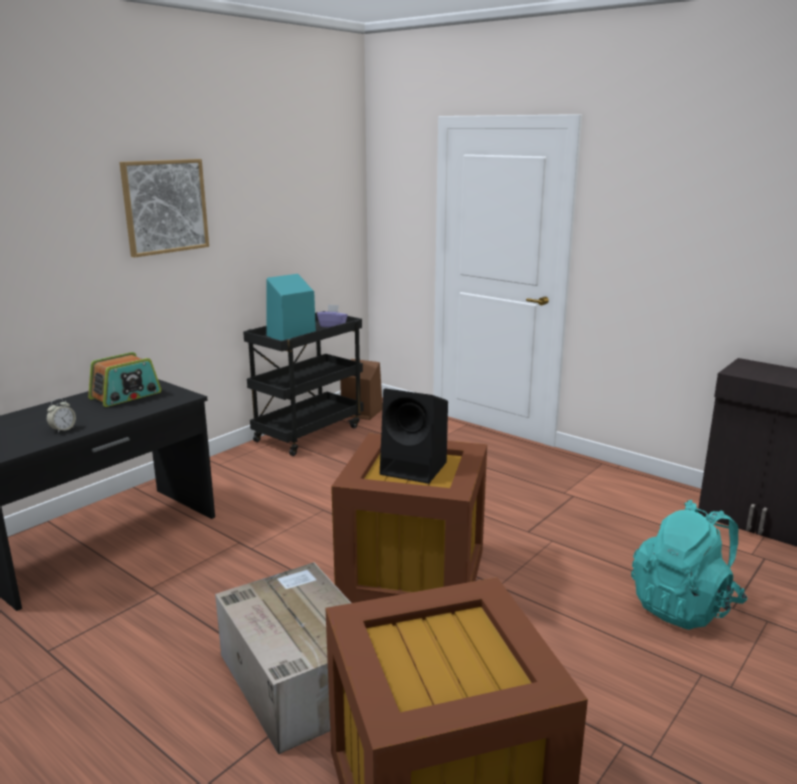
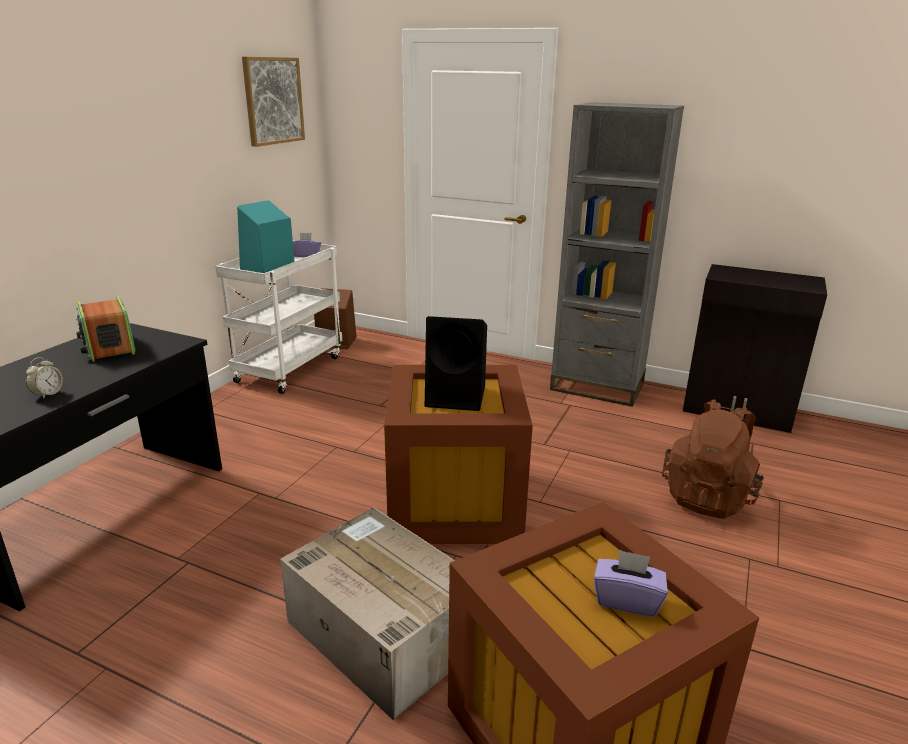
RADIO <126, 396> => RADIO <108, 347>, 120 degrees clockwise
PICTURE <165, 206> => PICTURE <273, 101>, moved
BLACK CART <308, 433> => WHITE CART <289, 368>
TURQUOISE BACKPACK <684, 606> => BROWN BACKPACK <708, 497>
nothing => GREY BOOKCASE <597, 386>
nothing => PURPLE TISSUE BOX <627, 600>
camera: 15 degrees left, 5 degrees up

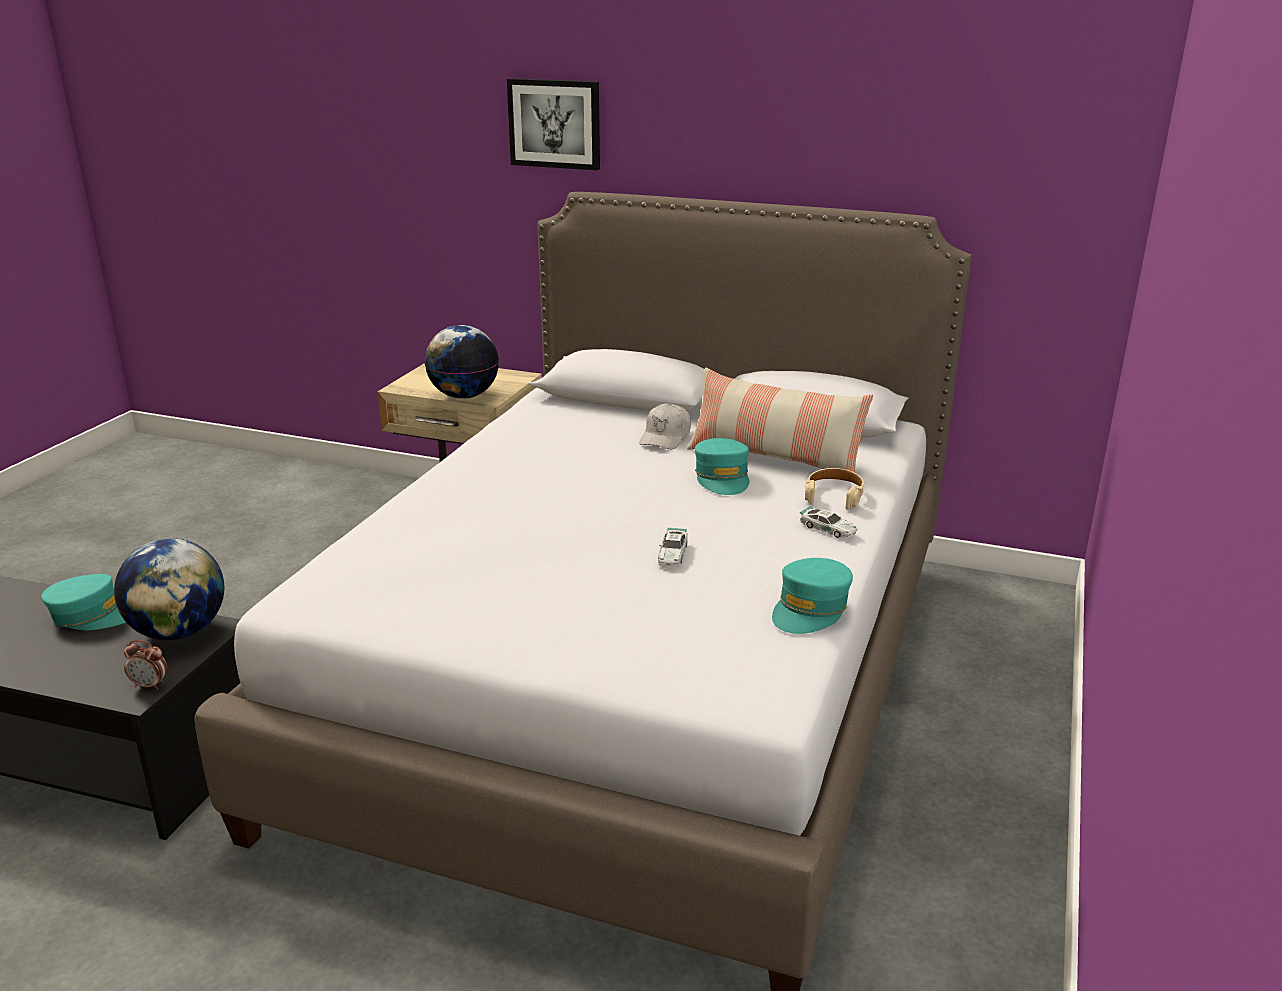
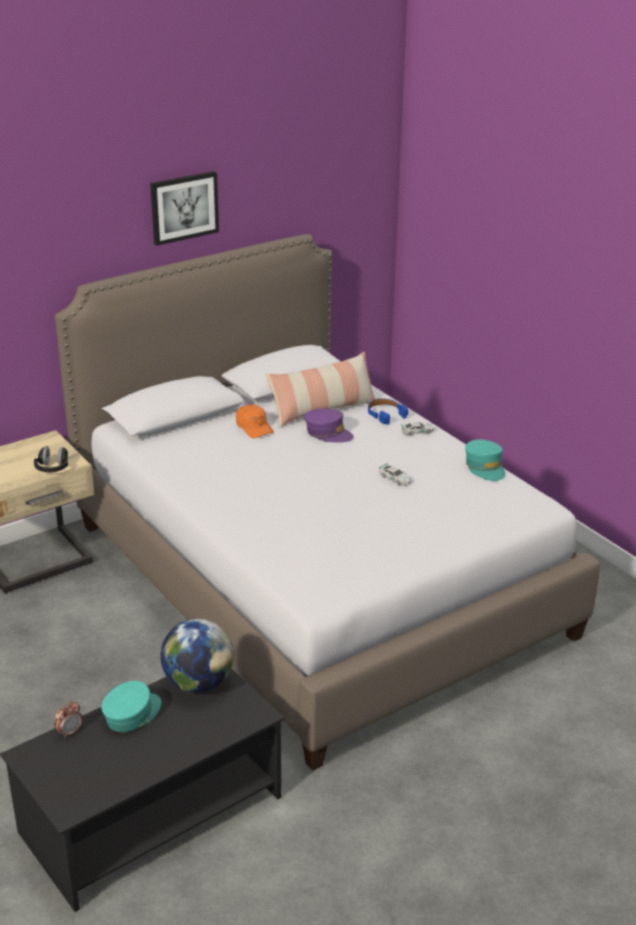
ALARM CLOCK <150, 685> => ALARM CLOCK <70, 732>, moved
GLOBE <464, 396> => BLACK HEADPHONES <53, 469>
PICTURE <555, 123> => PICTURE <184, 207>, moved
WHITE CAP <665, 437> => ORANGE CAP <254, 427>
TURQUOISE CAP <722, 478> => PURPLE CAP <328, 433>
BEIGE HEADPHONES <834, 495> => BLUE HEADPHONES <385, 415>
camera: 55 degrees left, 5 degrees up

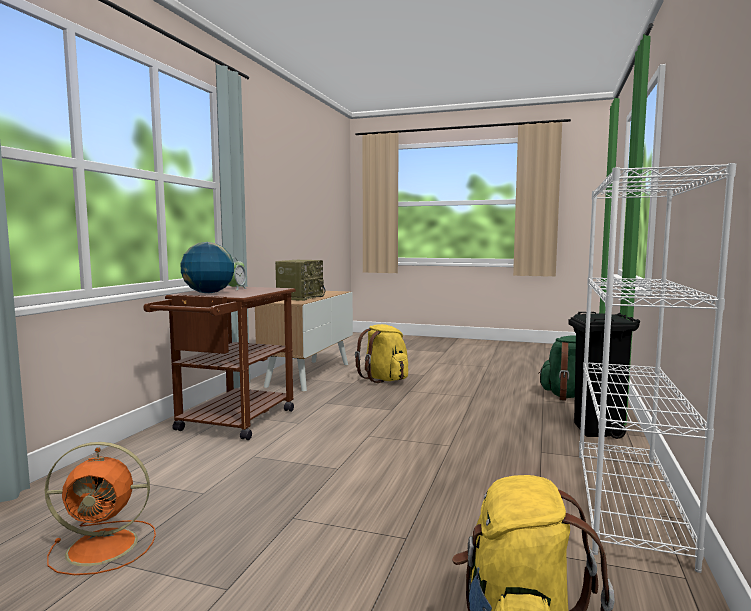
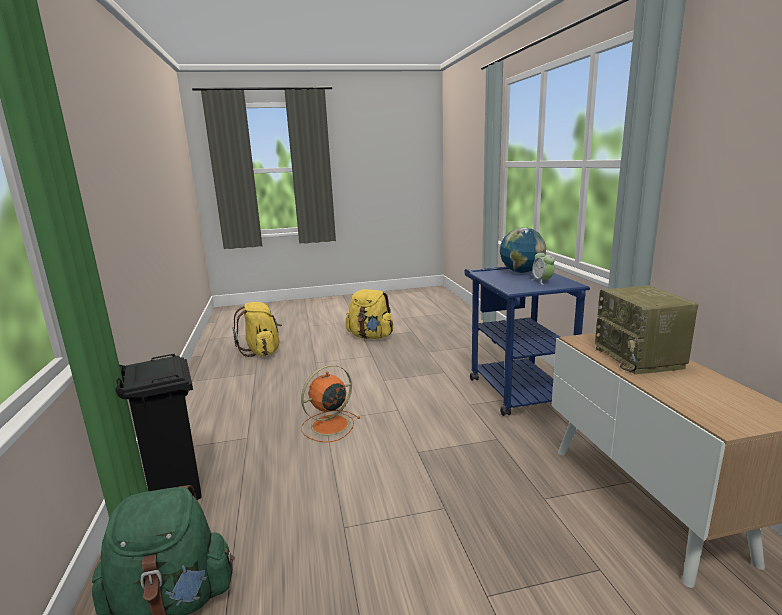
ORANGE FAN <105, 546> => ORANGE FAN <328, 426>, moved
BROWN CART <231, 423> => BLUE CART <514, 387>
YELLOW BACKPACK <384, 379> => YELLOW BACKPACK <371, 336>, moved
WHITE BOOKCASE <628, 503> => nothing
camera: 150 degrees right, 10 degrees up

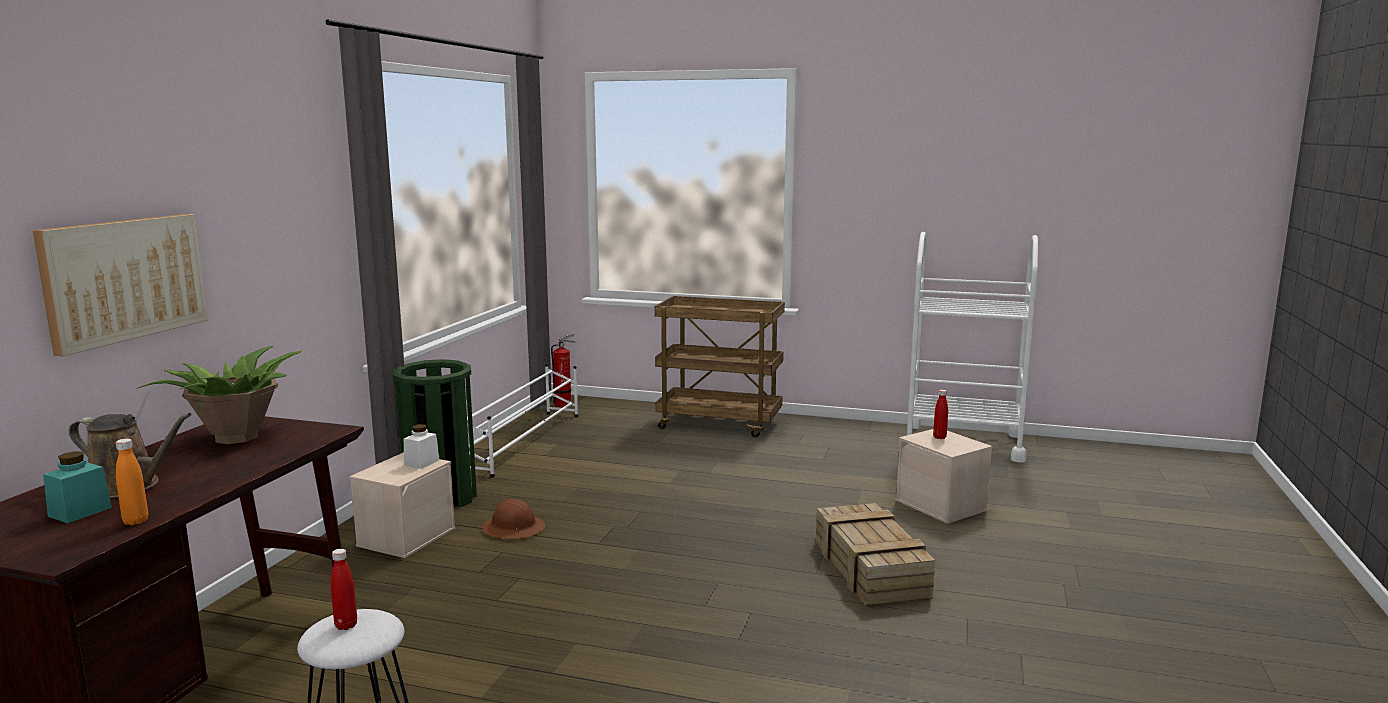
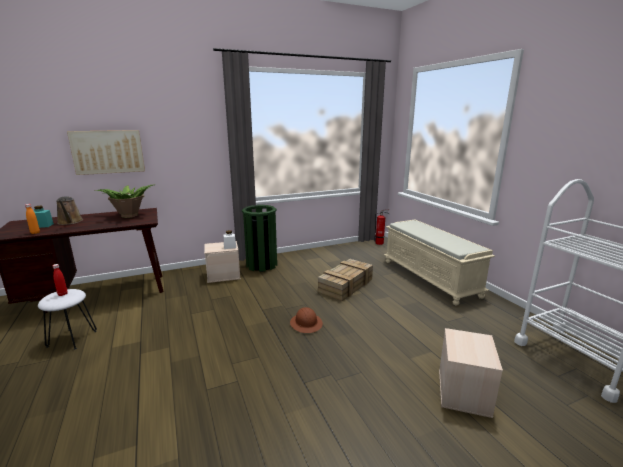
WHITE SHOE RACK <524, 442> => nothing
BROWN HARD HAT <514, 528> => BROWN HARD HAT <306, 324>, moved
BROWN CART <720, 424> => BEIGE BENCH <430, 278>
CRATE <868, 568> => CRATE <346, 285>, moved
RED BOTTLE <939, 437> => nothing
camera: 50 degrees right, 5 degrees up

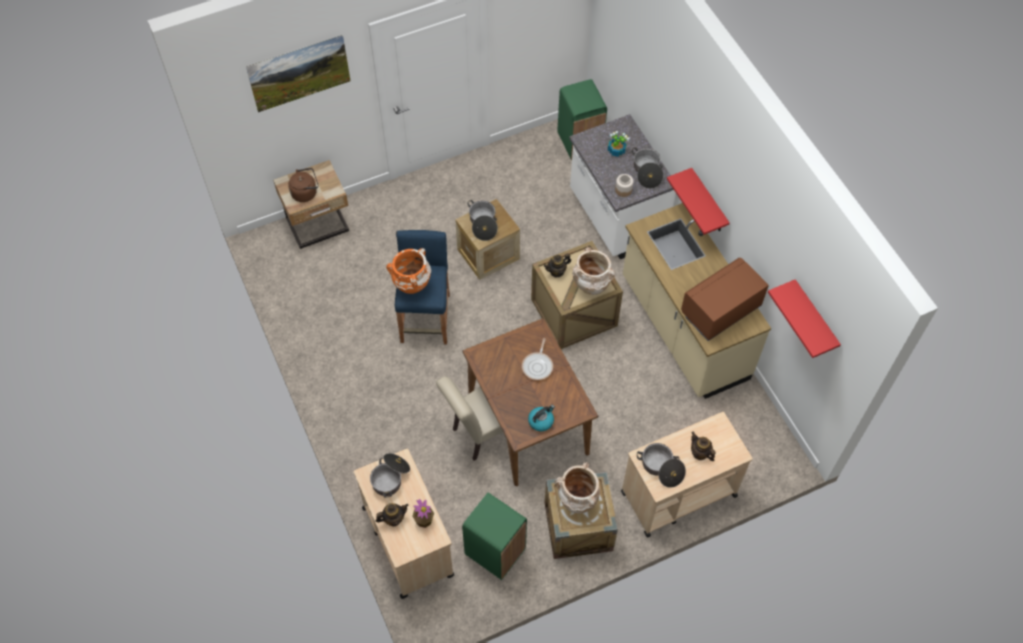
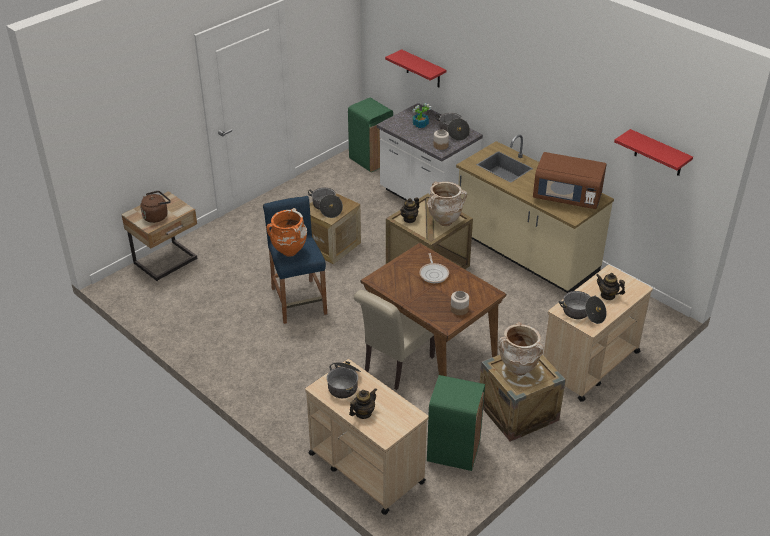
PICTURE <302, 85> => nothing
POTTED PLANT <424, 520> => nothing
KETTLE <541, 421> => JAR <459, 309>
RED SHELF <708, 203> => RED SHELF <423, 69>, moved
BROWN MICROWAVE <721, 310> => BROWN MICROWAVE <567, 197>, 105 degrees counterclockwise
camera: 20 degrees left, 20 degrees down

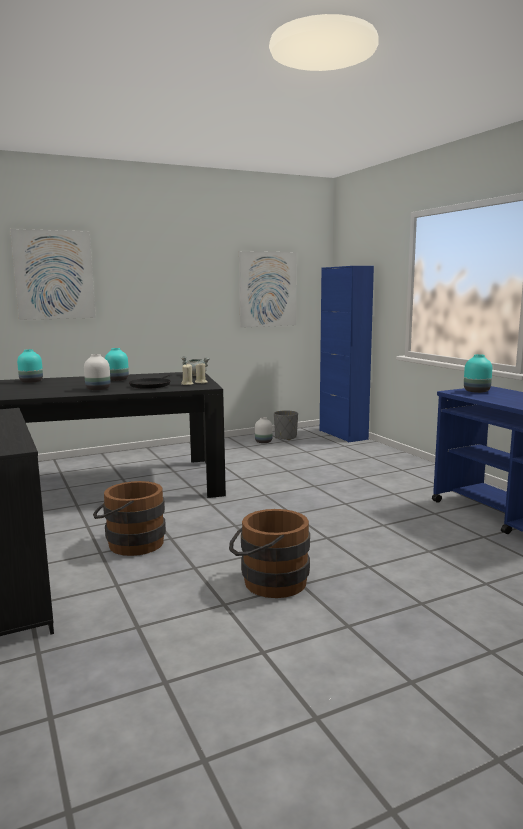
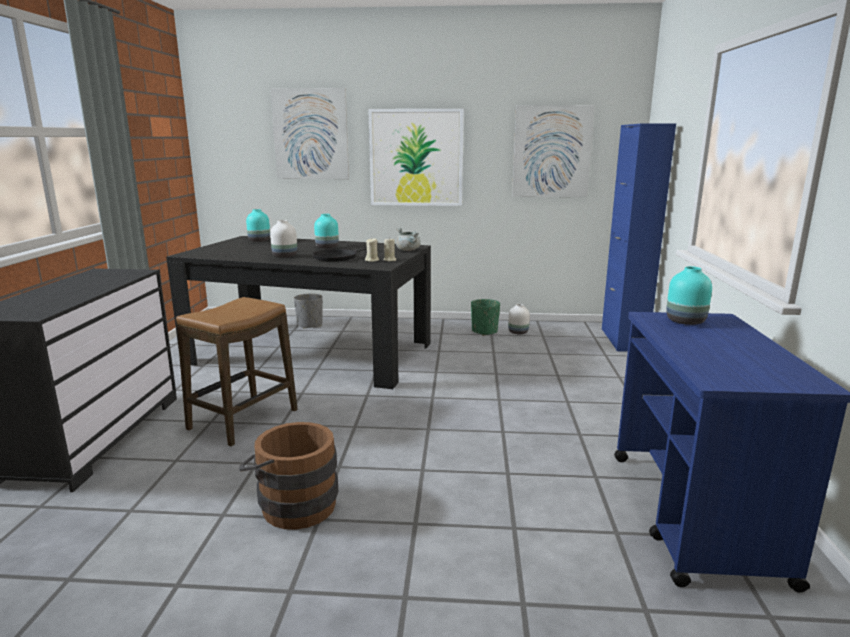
BROWN BUCKET <130, 544> => STOOL <243, 419>
GREY PLANTER <286, 437> => GREY PLANTER <310, 325>, moved
nothing => PICTURE <416, 158>
nothing => GREEN PLANTER <484, 331>
camera: 30 degrees right, 5 degrees up

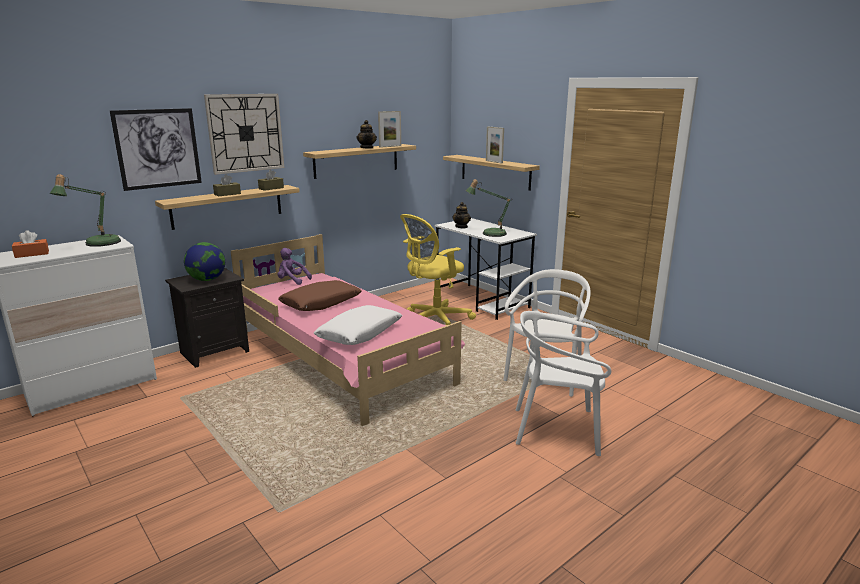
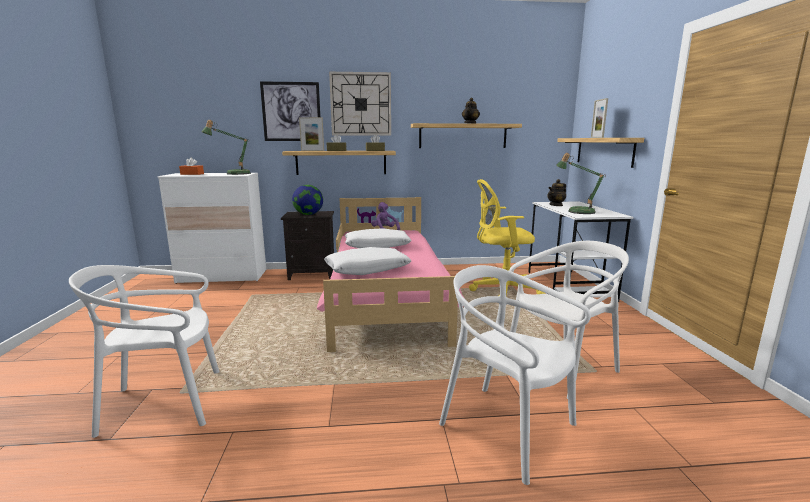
BROWN PILLOW <321, 303> => WHITE PILLOW <377, 246>
PICTURE FRAME <390, 146> => PICTURE FRAME <312, 150>, moved
nothing => WHITE CHAIR <164, 403>
camera: 35 degrees right, 5 degrees down

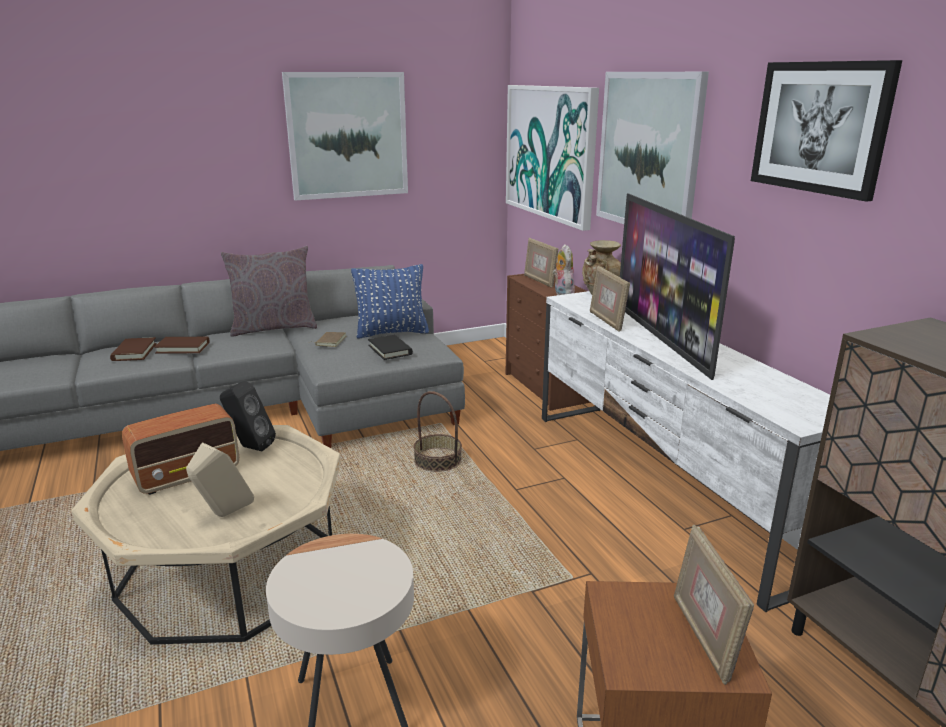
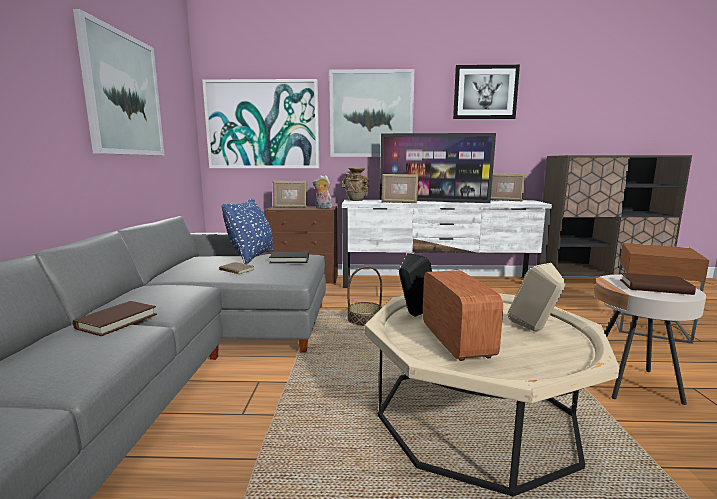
BROWN BOOK <134, 352> => BROWN BOOK <655, 287>, moved
GREY PILLOW <273, 328> => nothing
PICTURE FRAME <703, 637> => PICTURE FRAME <504, 200>, moved
camera: 65 degrees left, 10 degrees down

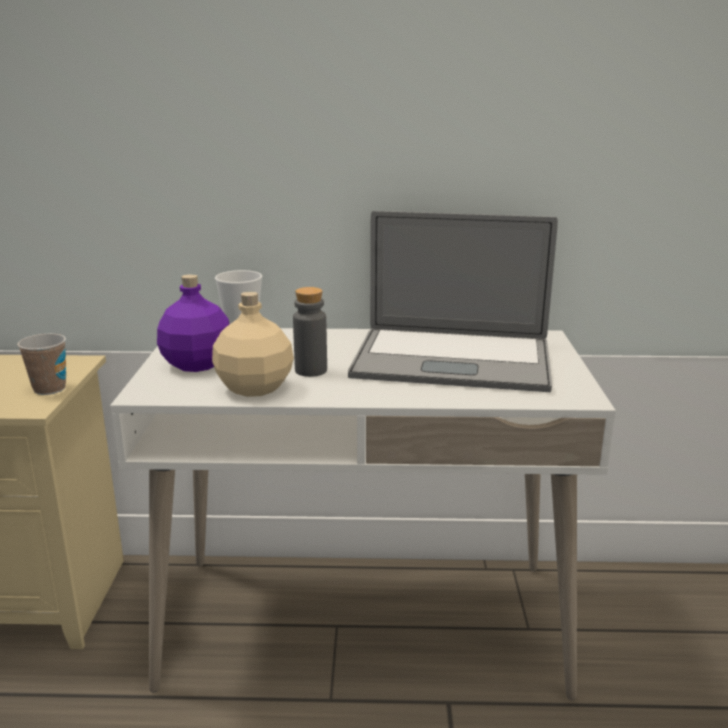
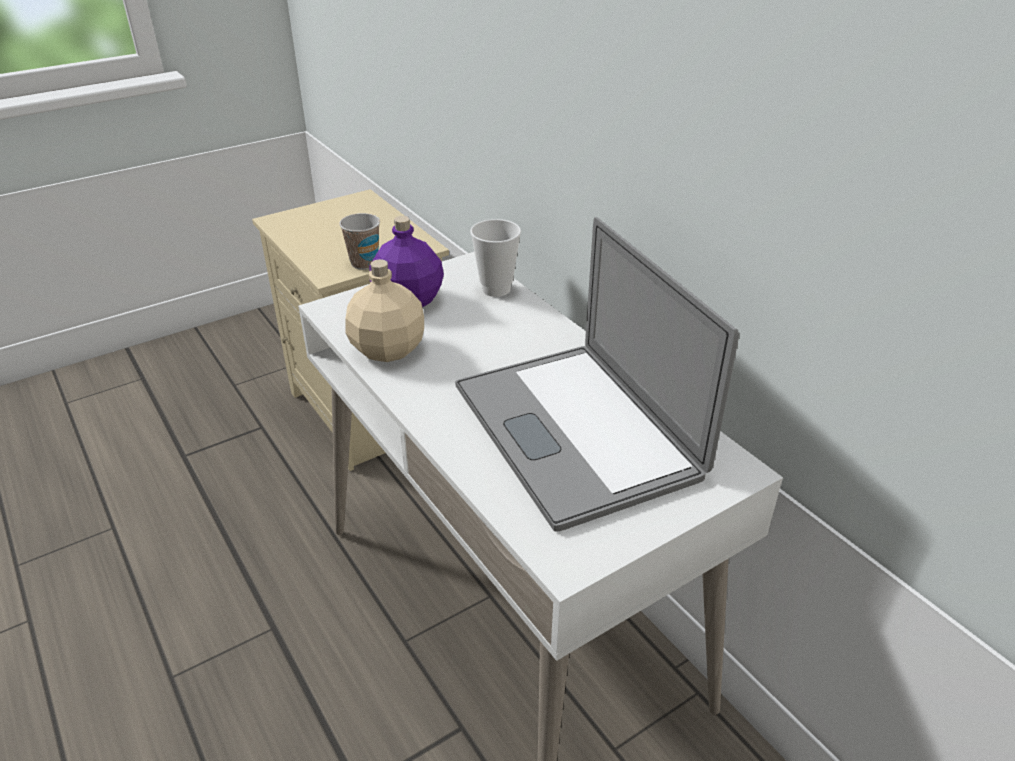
GREY BOTTLE <311, 370> => nothing
camera: 55 degrees right, 15 degrees up

